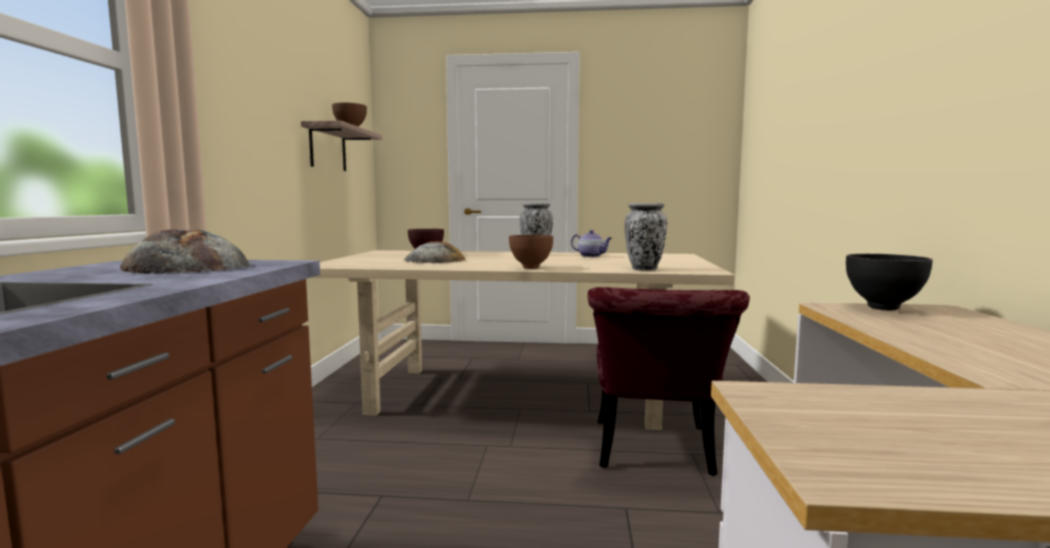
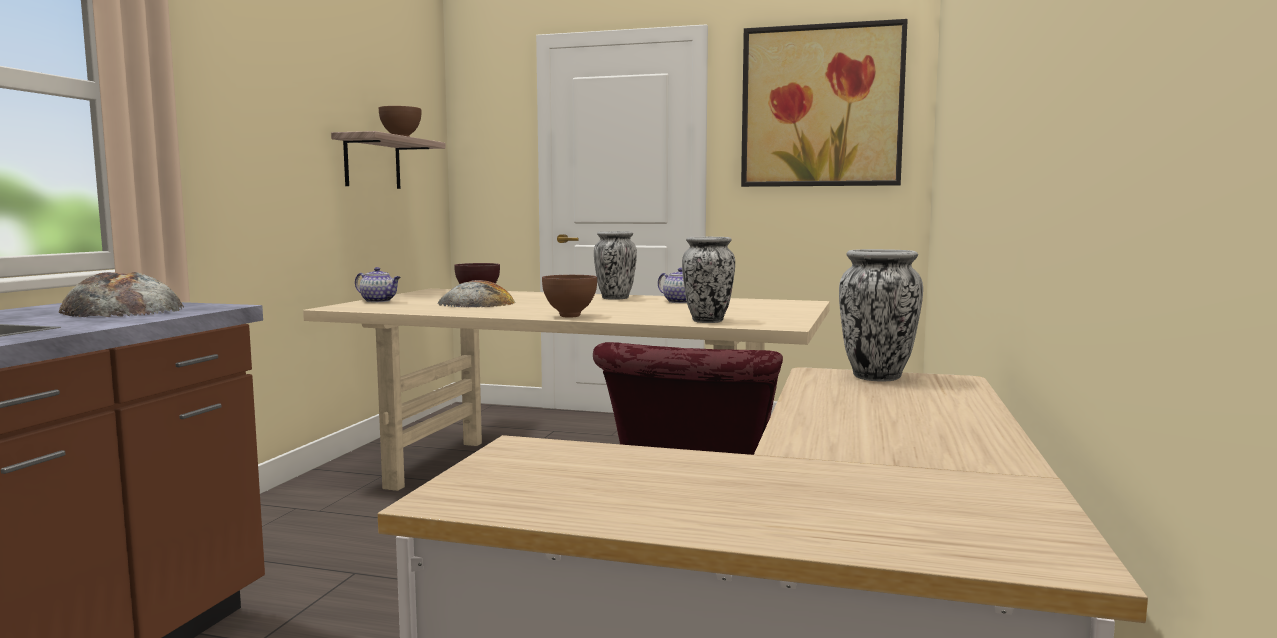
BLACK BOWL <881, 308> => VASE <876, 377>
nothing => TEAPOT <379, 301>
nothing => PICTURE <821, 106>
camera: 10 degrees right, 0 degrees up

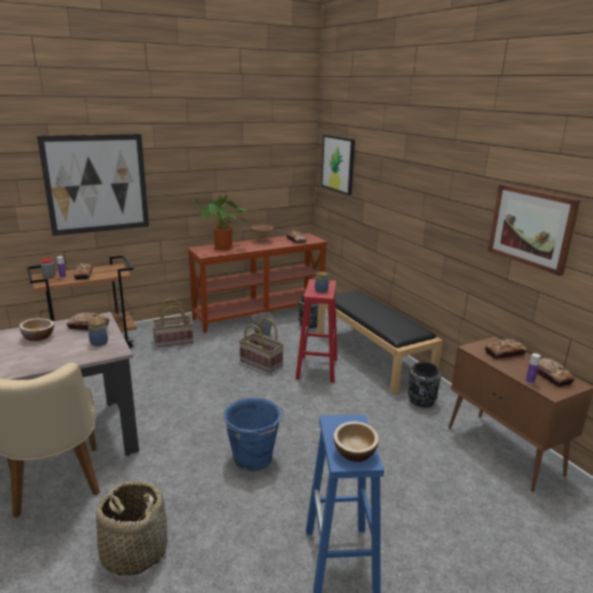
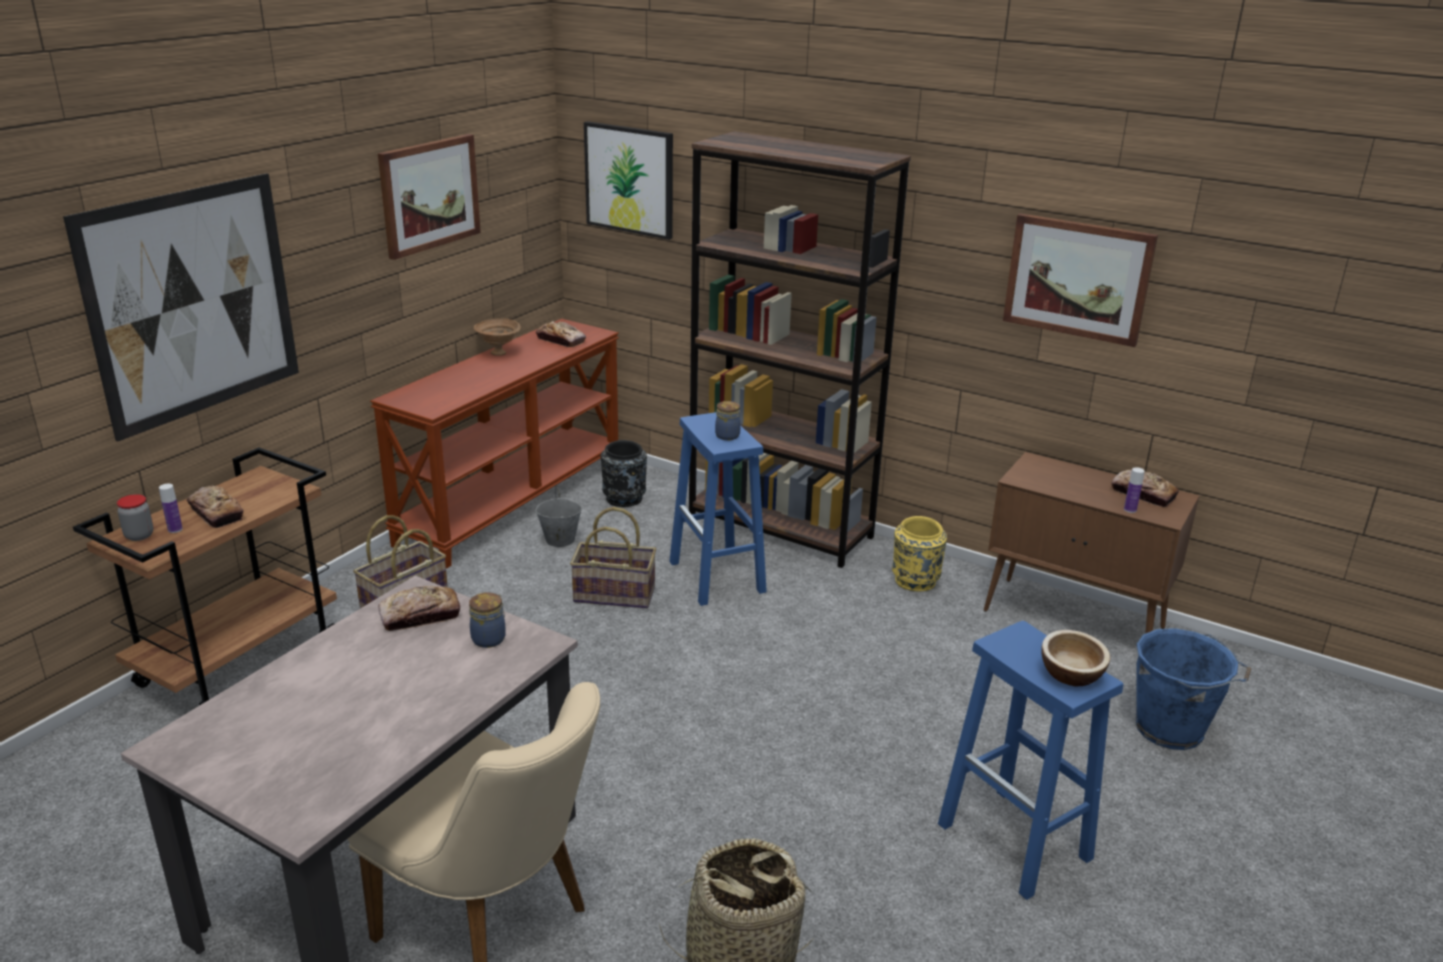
BOWL <38, 337> => nothing
POTTED PLANT <222, 248> => nothing
BLUE BUCKET <253, 459> => BLUE BUCKET <1172, 730>, moved
RED STOOL <317, 369> => BLUE STOOL <718, 577>
BLACK BENCH <373, 355> => BROWN BOOKCASE <780, 528>
BLACK VASE <421, 401> => YELLOW VASE <915, 582>
BREAD <504, 353> => nothing
nothing => PICTURE <429, 194>
camera: 30 degrees left, 5 degrees up

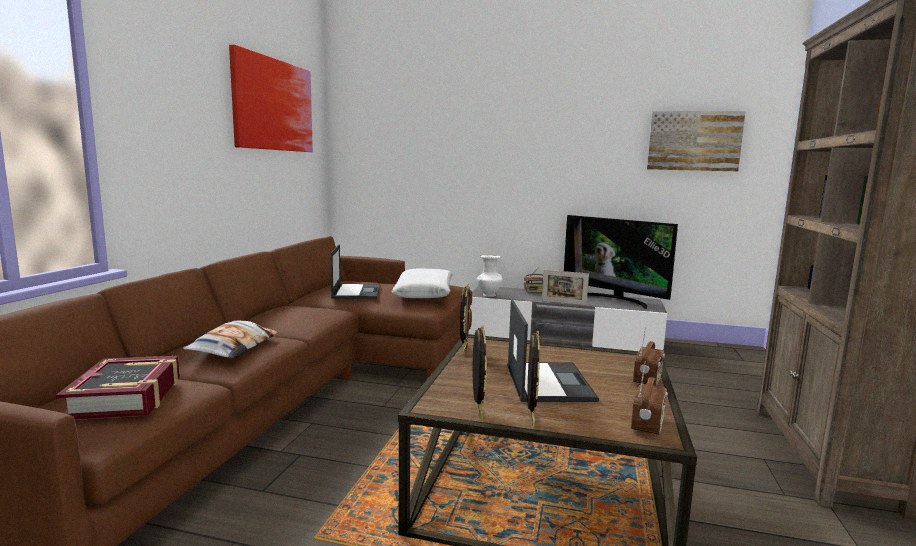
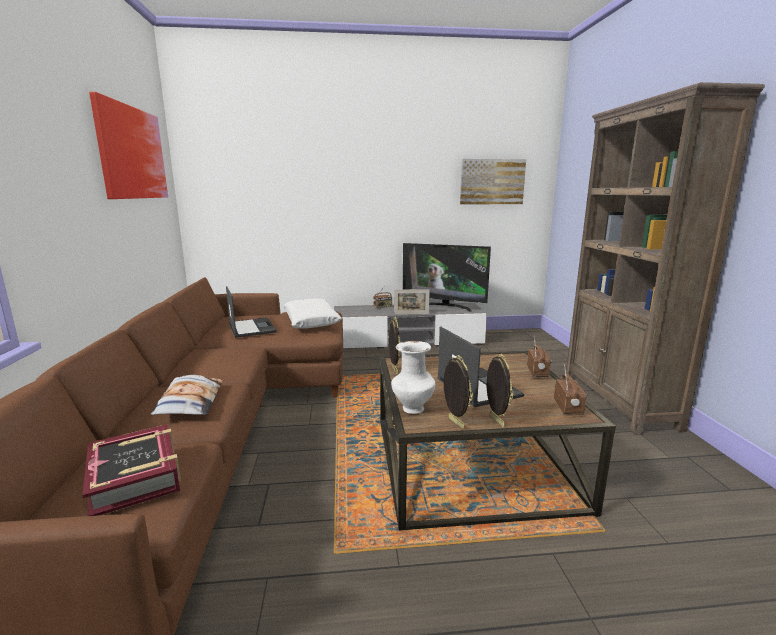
WHITE VASE <488, 295> => WHITE VASE <412, 409>, moved
camera: 20 degrees left, 5 degrees up

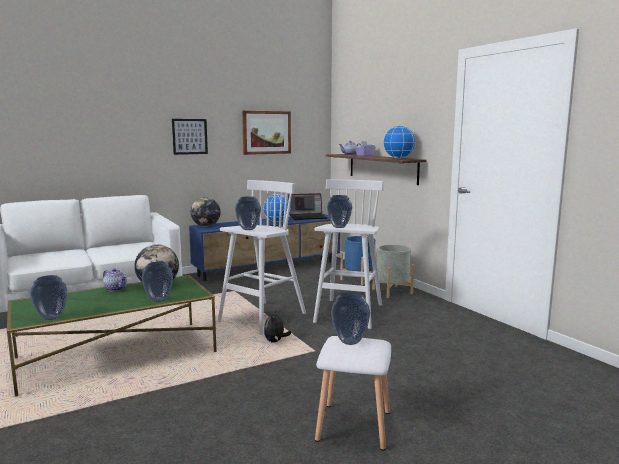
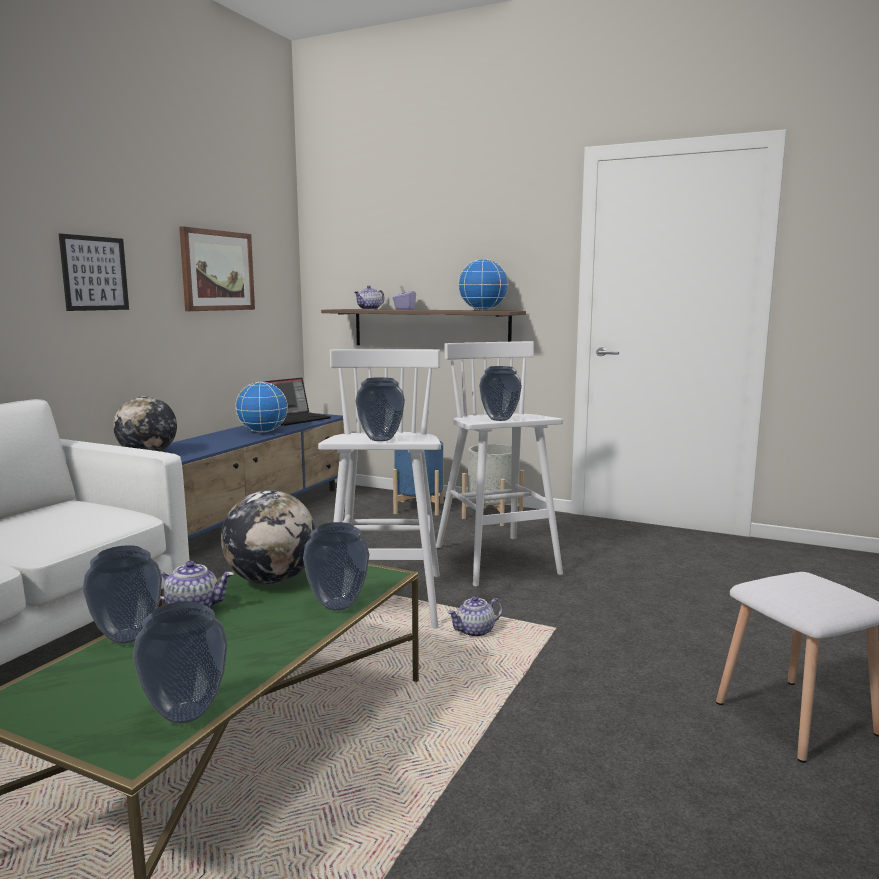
PLUSH TOY <275, 341> => TEAPOT <475, 632>
VASE <350, 341> => VASE <128, 636>, moved
camera: 35 degrees left, 0 degrees up

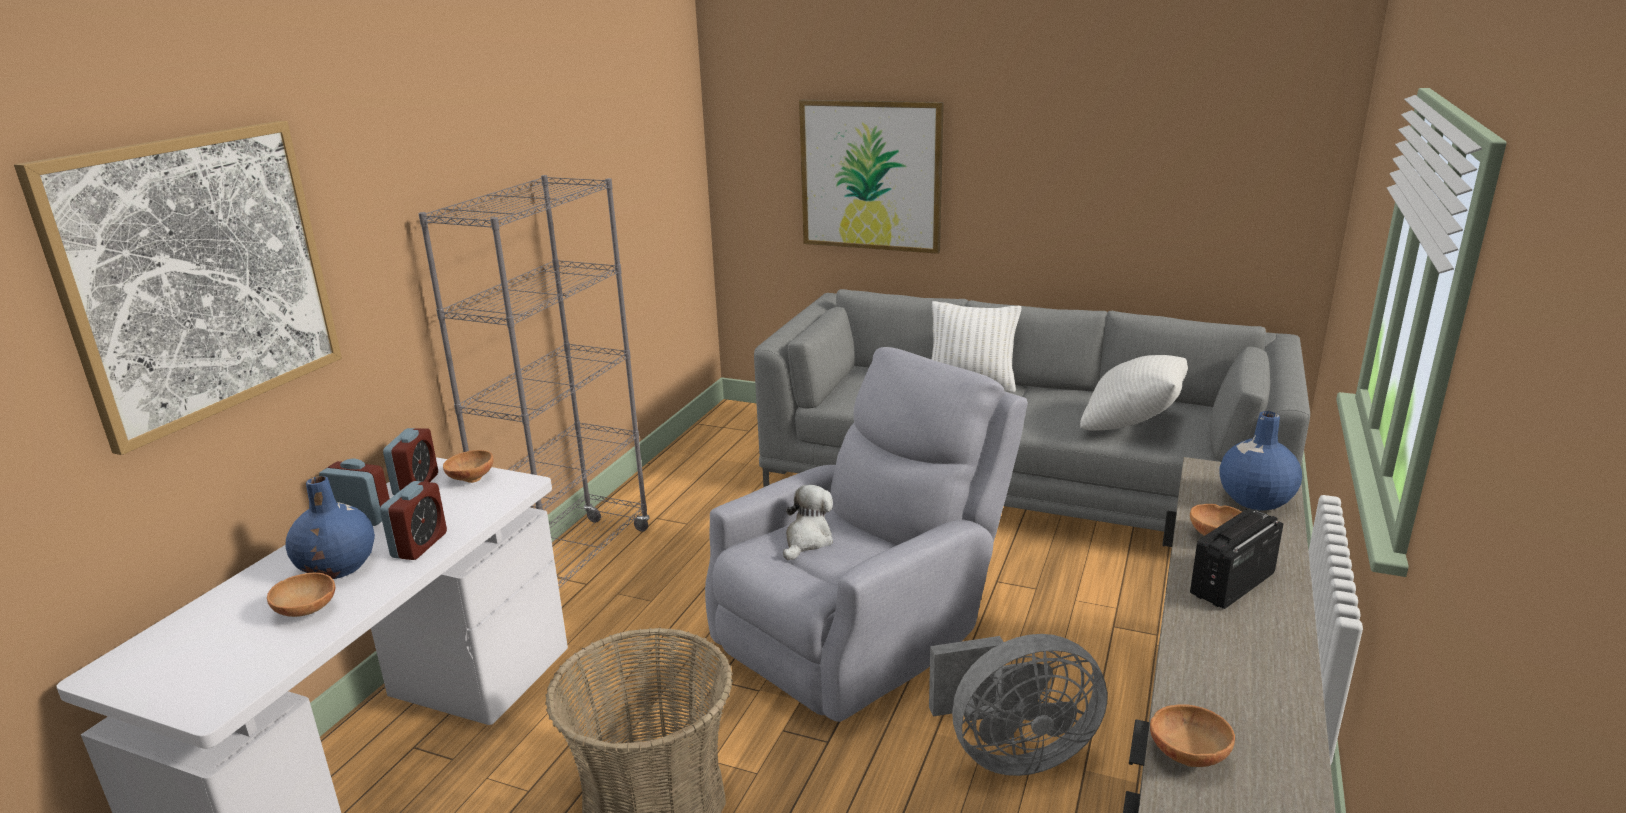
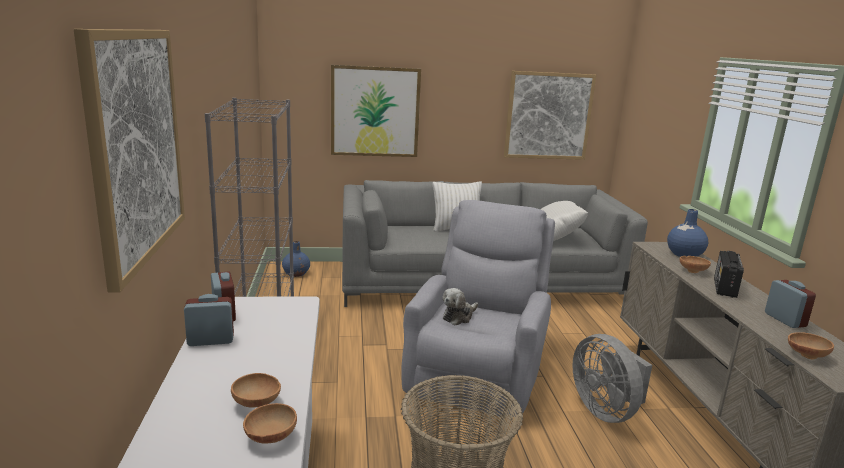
BLUE VASE <338, 567> => BLUE VASE <296, 273>, moved
ALARM CLOCK <419, 545> => ALARM CLOCK <785, 320>, moved
BROWN BOWL <470, 478> => BROWN BOWL <270, 437>, moved
PLUSH TOY <807, 540> => PLUSH TOY <459, 317>, 135 degrees counterclockwise
GREY FAN <1012, 753> => GREY FAN <606, 410>, 105 degrees clockwise
nothing => PICTURE <548, 116>
camera: 30 degrees left, 5 degrees down

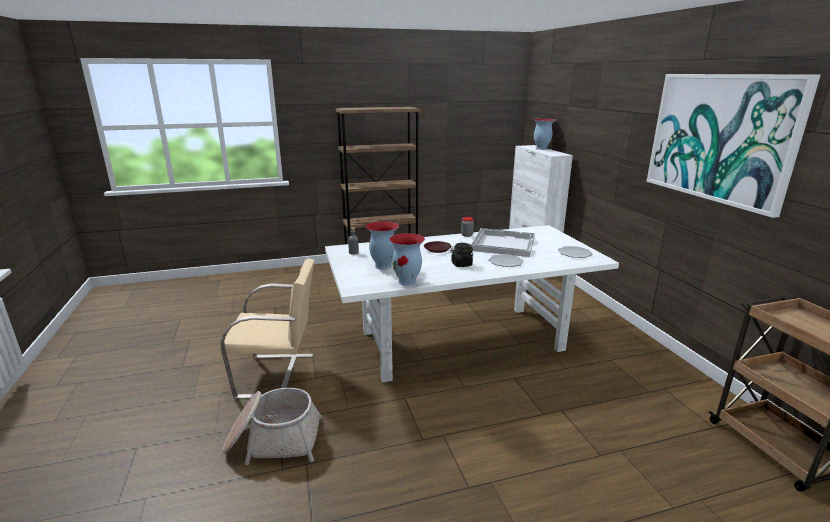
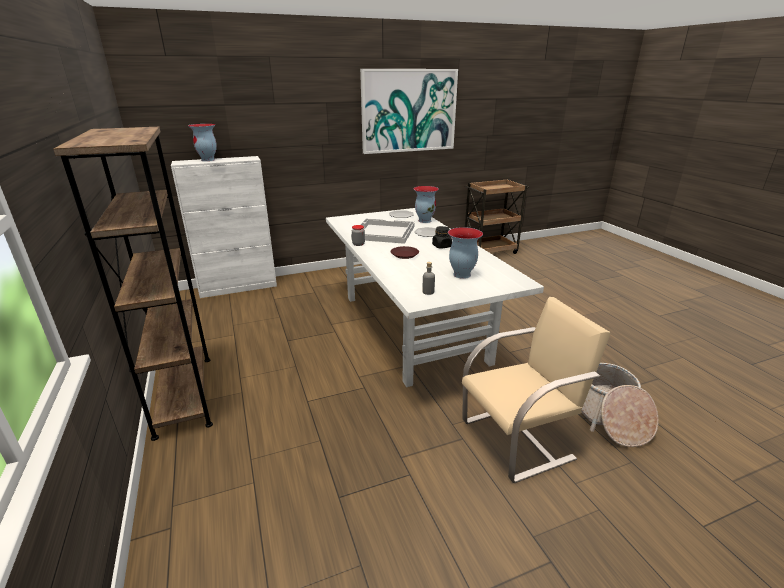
BEIGE CHAIR <278, 376> => BEIGE CHAIR <518, 439>, 75 degrees clockwise
VASE <407, 282> => VASE <424, 220>, moved
camera: 95 degrees left, 5 degrees up

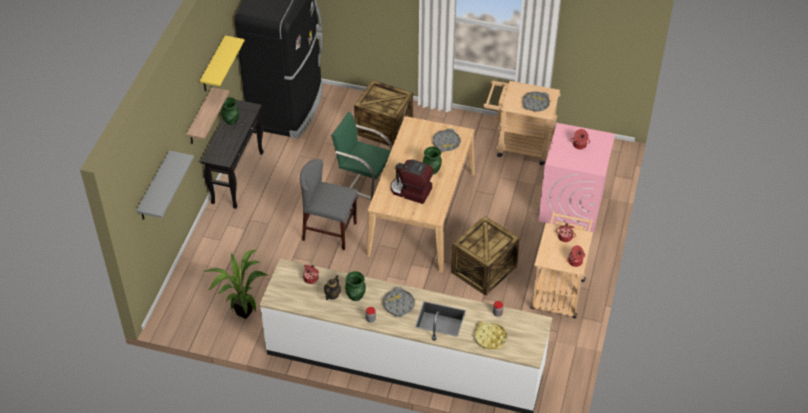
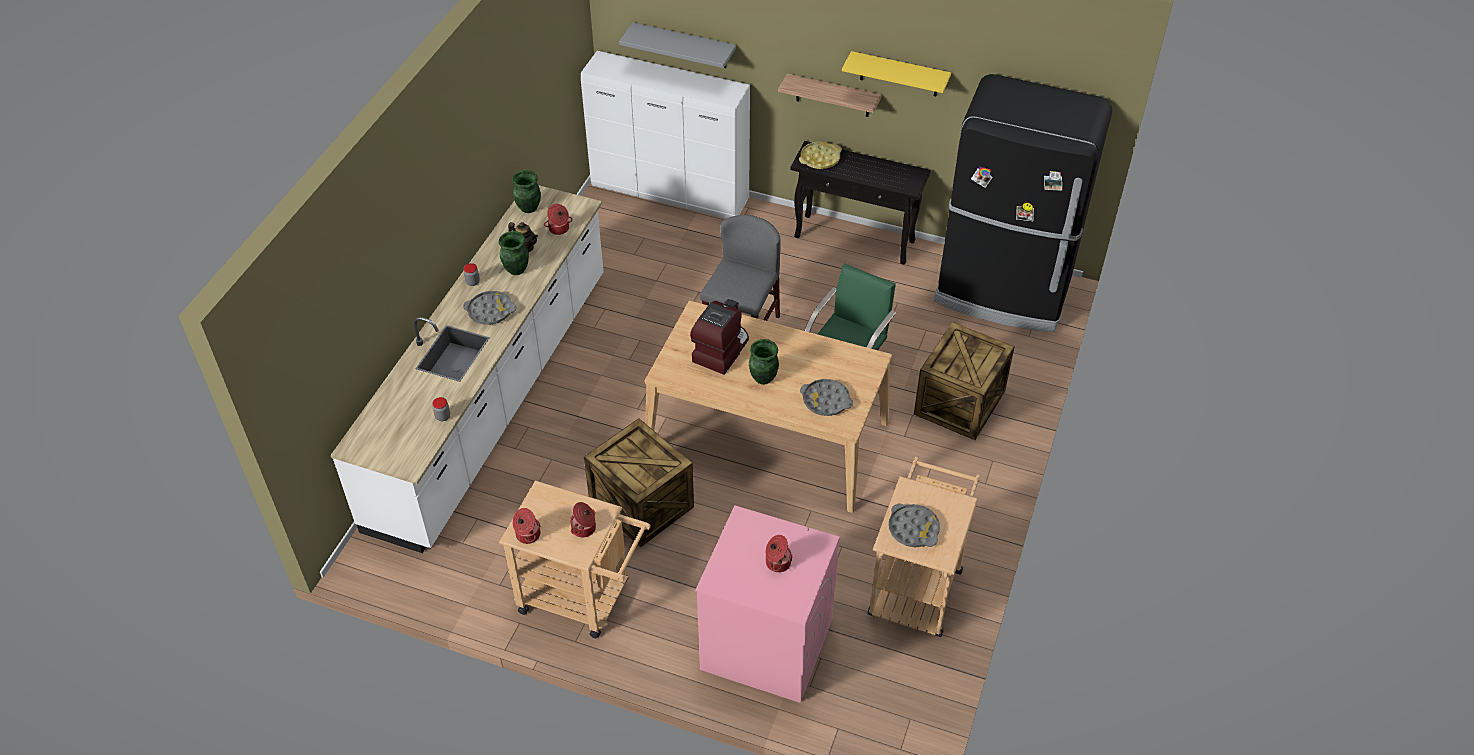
POTTED PLANT <241, 312> => nothing
GREEN VASE <231, 121> => GREEN VASE <528, 208>, moved
YELLOW TRAY <490, 337> => YELLOW TRAY <820, 158>, moved
nothing => WHITE DRESSER <670, 194>
camera: 95 degrees right, 0 degrees up

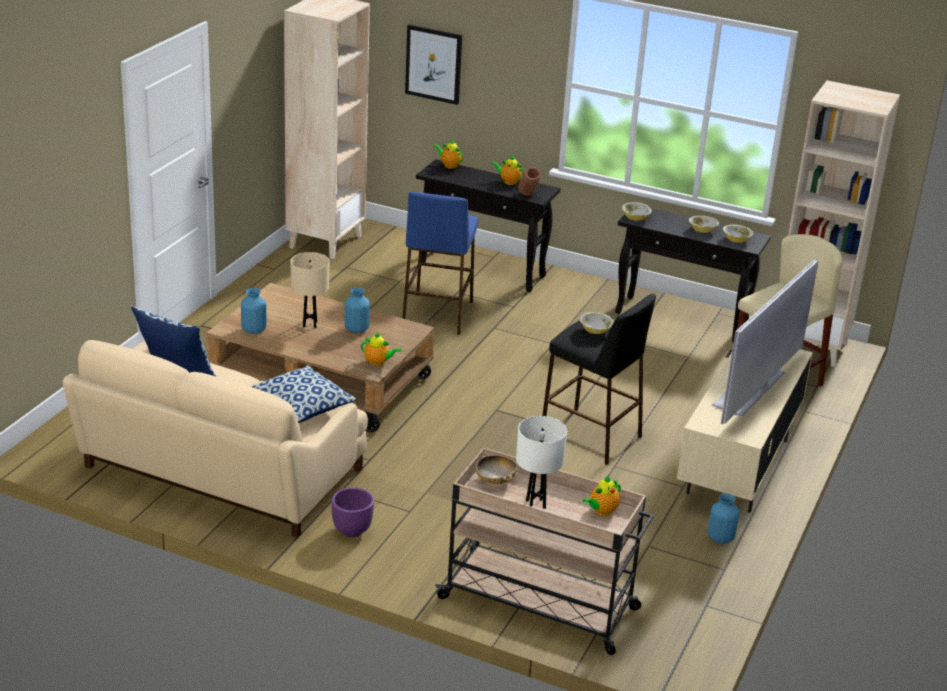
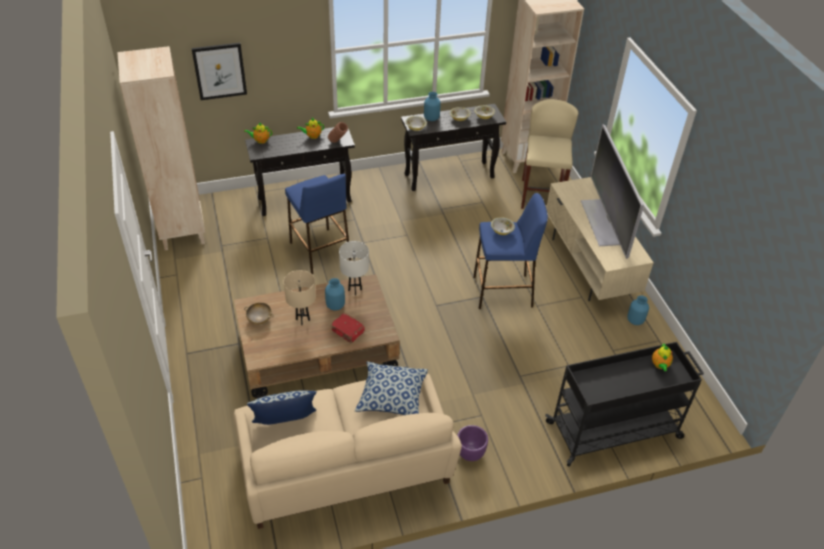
BLUE VASE <253, 330> => BLUE VASE <431, 118>, moved
TEAPOT <378, 362> => nothing
BEIGE CART <541, 604> => BLACK CART <615, 430>
BEIGE BOWL <495, 480> => BEIGE BOWL <259, 319>, moved
WHITE TABLE LAMP <535, 504> => WHITE TABLE LAMP <355, 290>, moved
BLACK STOOL <591, 436> => BLUE STOOL <503, 291>
nothing => RED BOOK <348, 332>
camera: 40 degrees left, 15 degrees up

